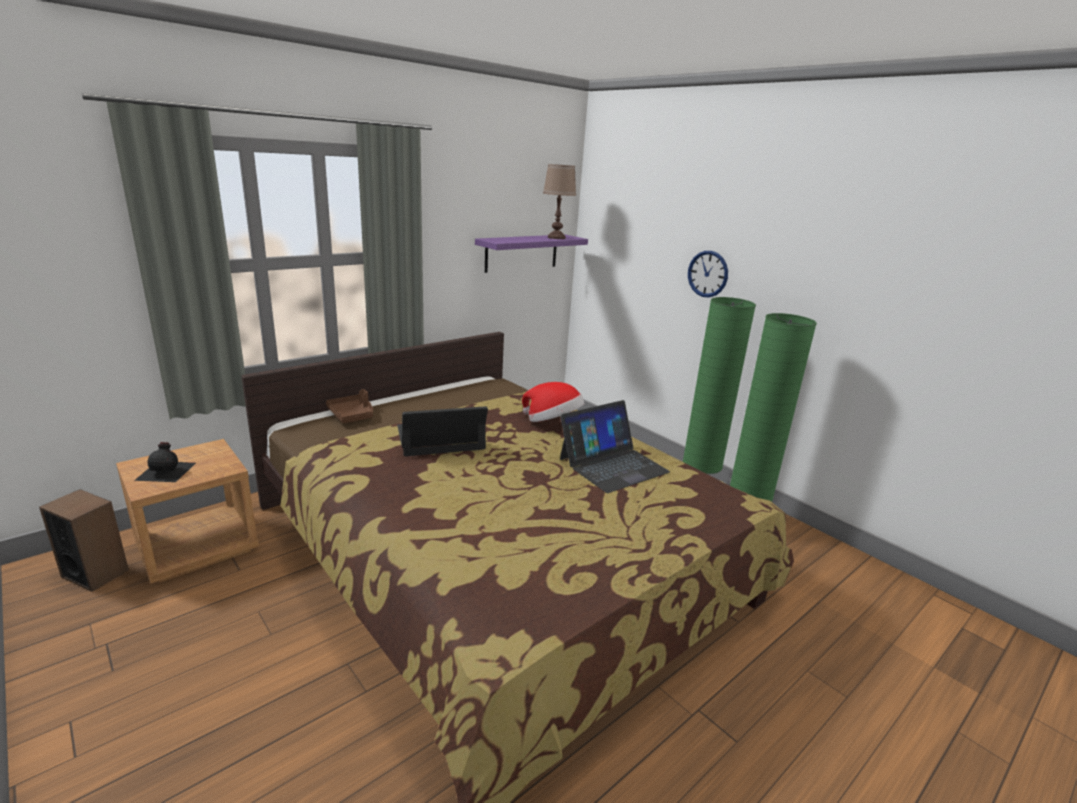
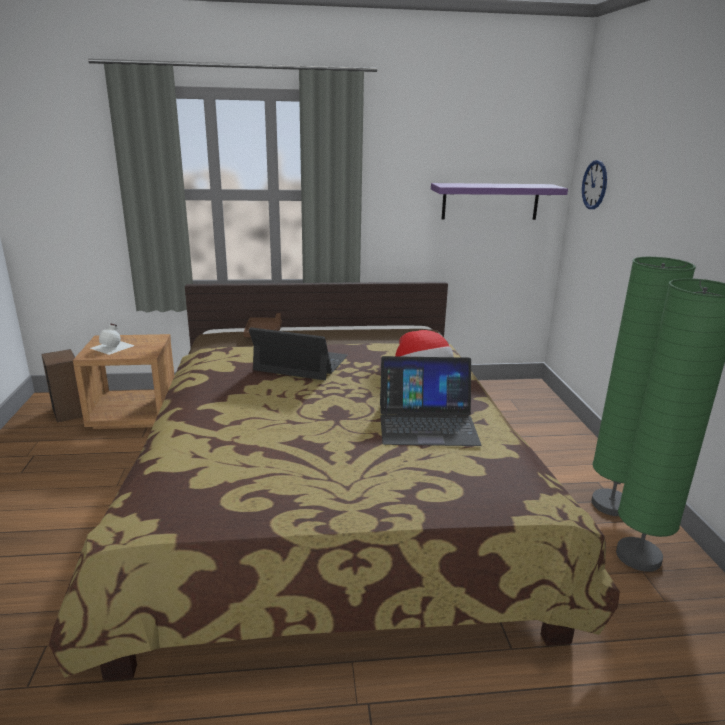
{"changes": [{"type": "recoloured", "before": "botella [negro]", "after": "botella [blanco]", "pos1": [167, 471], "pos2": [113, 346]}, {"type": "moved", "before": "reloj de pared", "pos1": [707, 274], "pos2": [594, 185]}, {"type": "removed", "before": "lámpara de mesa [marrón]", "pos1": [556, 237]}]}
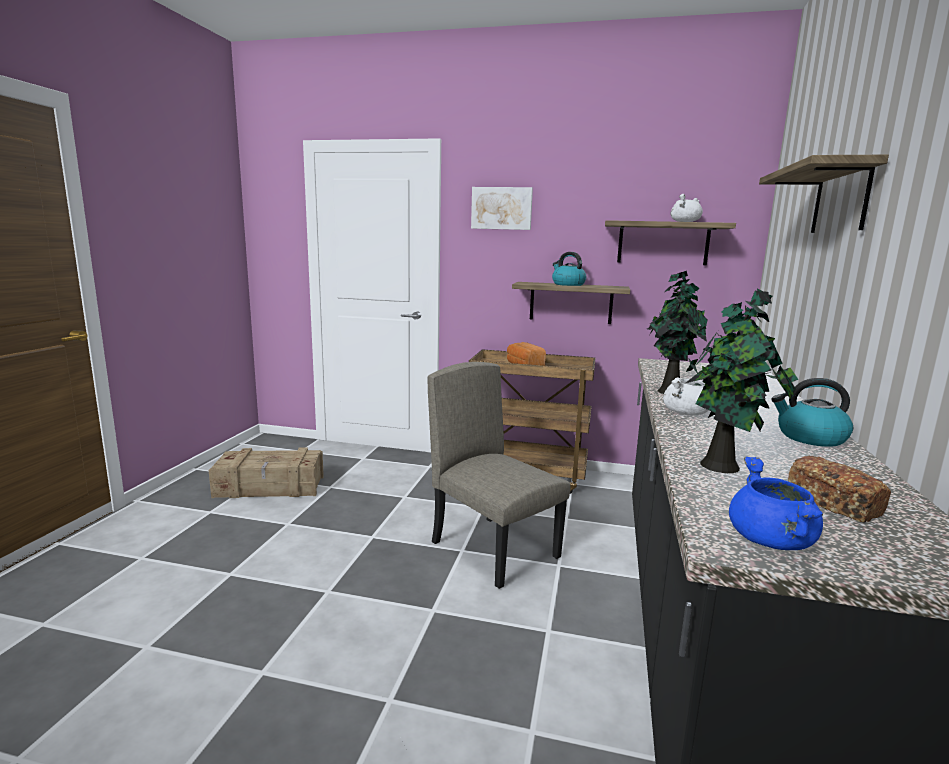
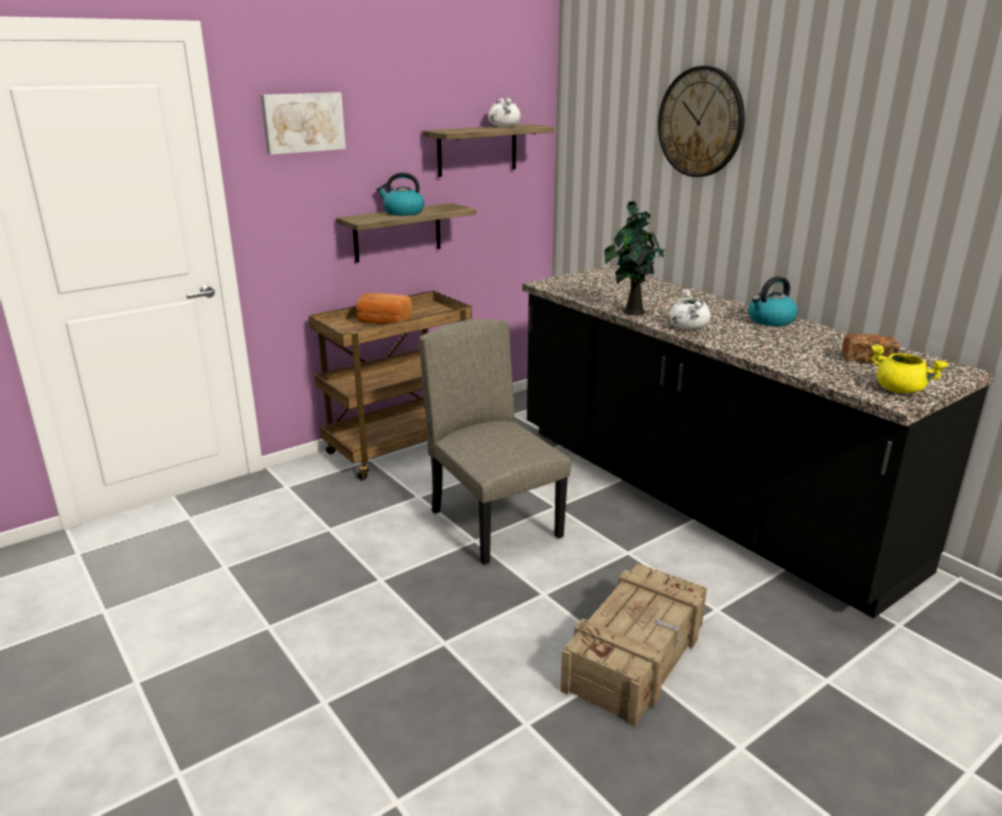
{"changes": [{"type": "turned", "before": "silla [beis]", "pos1": [495, 549], "pos2": [496, 523], "turn": 60}, {"type": "moved", "before": "caja de embalaje", "pos1": [270, 487], "pos2": [636, 656]}, {"type": "replaced", "before": "estante", "after": "reloj de pared", "pos1": [840, 200], "pos2": [701, 122]}, {"type": "recoloured", "before": "olla [azul]", "after": "olla [amarillo]", "pos1": [772, 542], "pos2": [900, 390]}, {"type": "removed", "before": "planta en maceta", "pos1": [723, 467]}]}
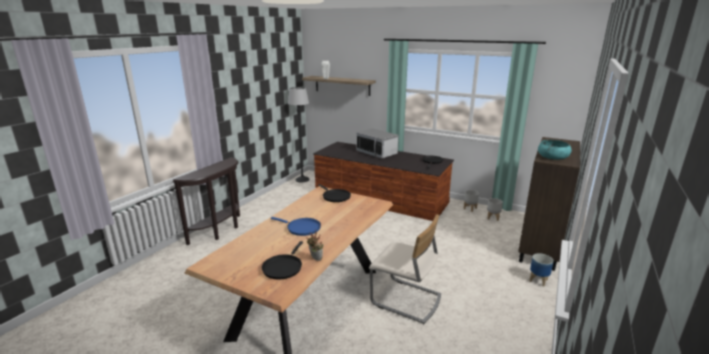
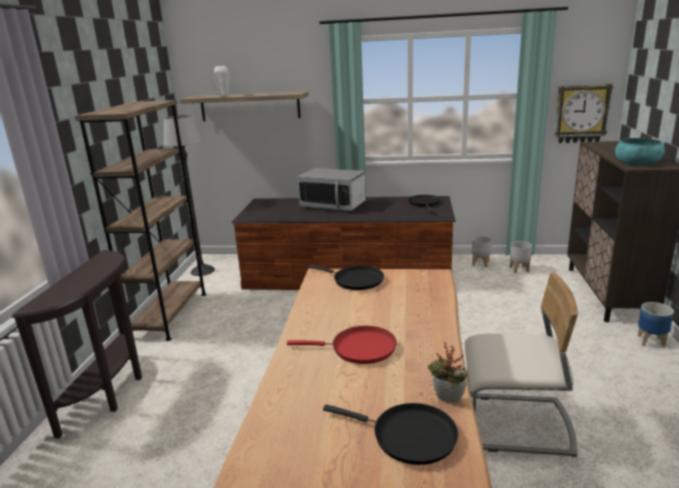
{"changes": [{"type": "added", "after": "estantería [marrón]", "pos2": [170, 315]}, {"type": "recoloured", "before": "sartén [azul]", "after": "sartén [rojo]", "pos1": [301, 228], "pos2": [359, 349]}, {"type": "turned", "before": "sartén [negro]", "pos1": [283, 267], "pos2": [408, 436], "turn": -60}, {"type": "added", "after": "reloj de pared", "pos2": [581, 113]}]}
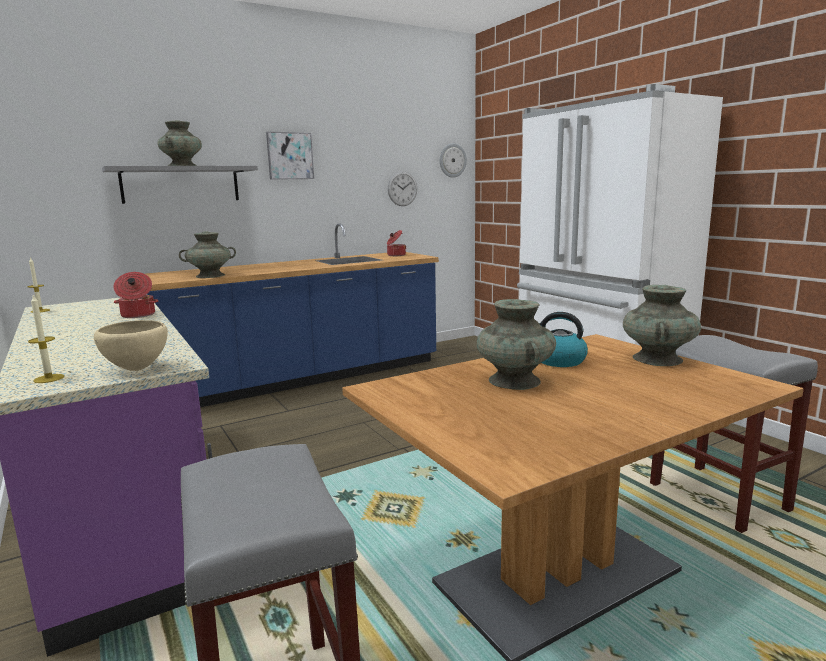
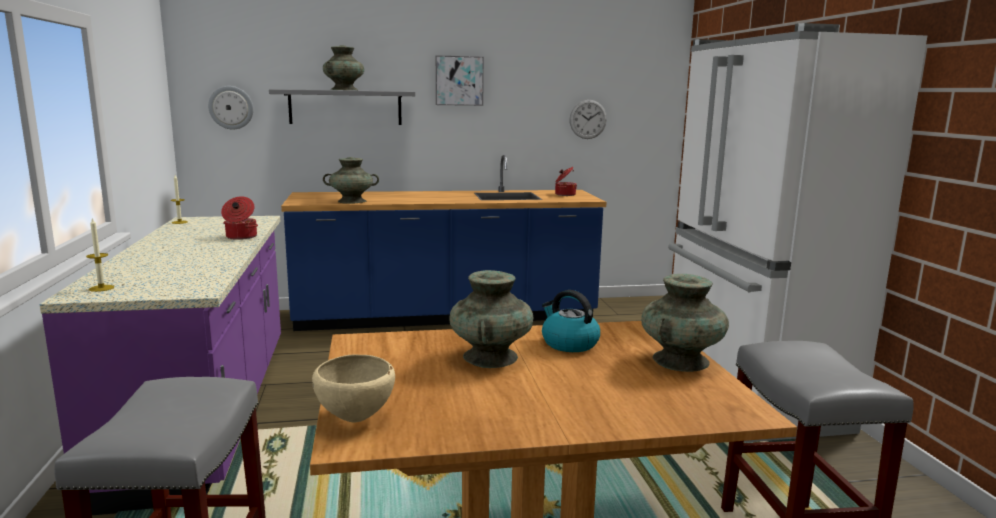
{"changes": [{"type": "moved", "before": "reloj de pared", "pos1": [452, 160], "pos2": [231, 107]}, {"type": "moved", "before": "cuenco [beis]", "pos1": [137, 369], "pos2": [356, 419]}]}
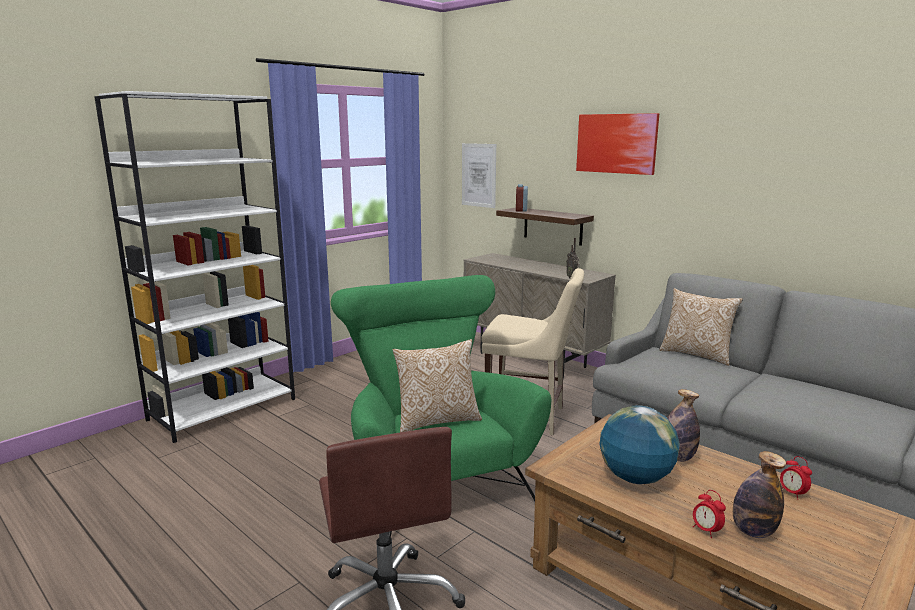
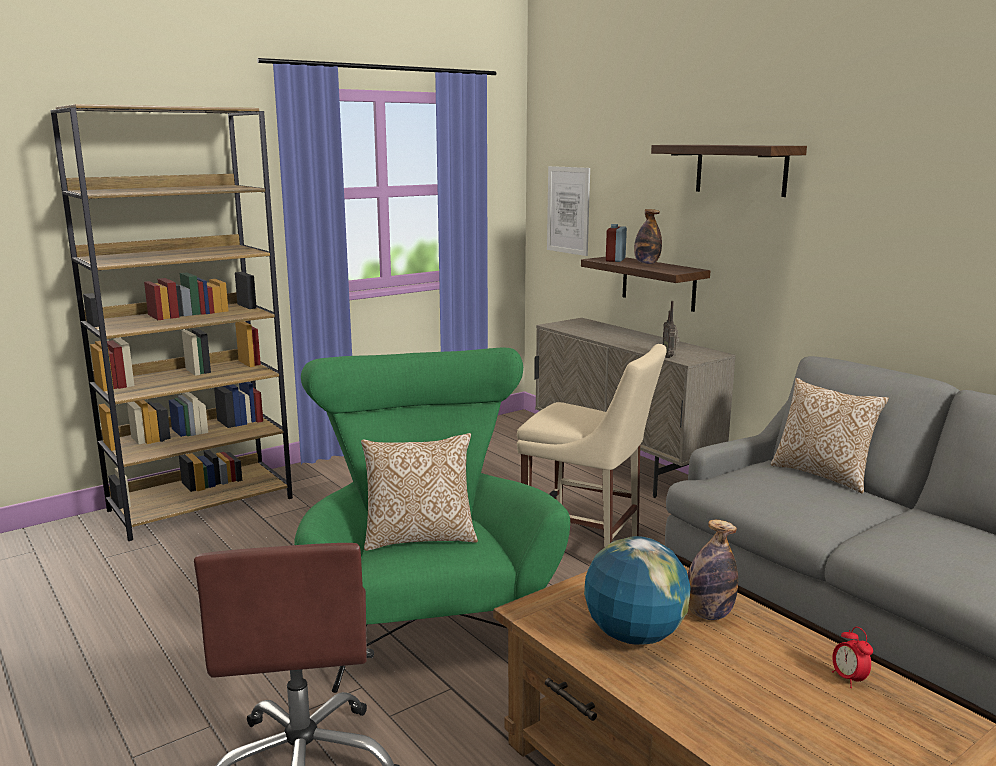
{"changes": [{"type": "recoloured", "before": "estantería [blanco]", "after": "estantería [marrón]", "pos1": [223, 409], "pos2": [202, 504]}, {"type": "moved", "before": "botella", "pos1": [753, 531], "pos2": [646, 263]}, {"type": "replaced", "before": "cuadro", "after": "estante", "pos1": [616, 143], "pos2": [741, 169]}, {"type": "removed", "before": "despertador", "pos1": [706, 530]}]}
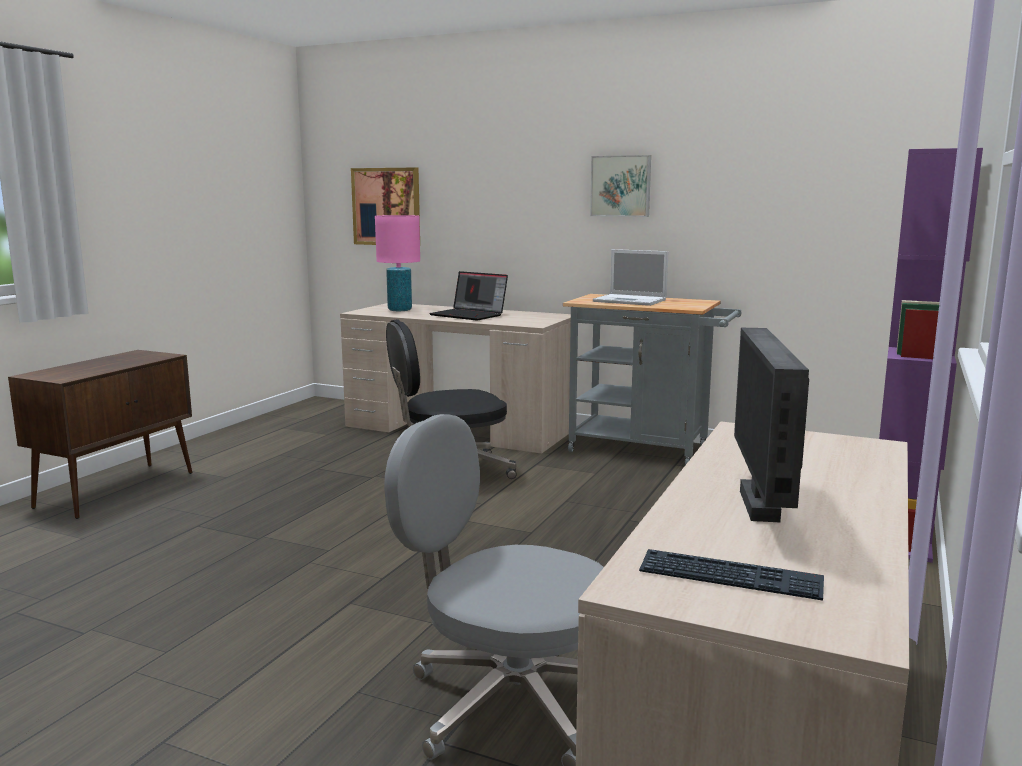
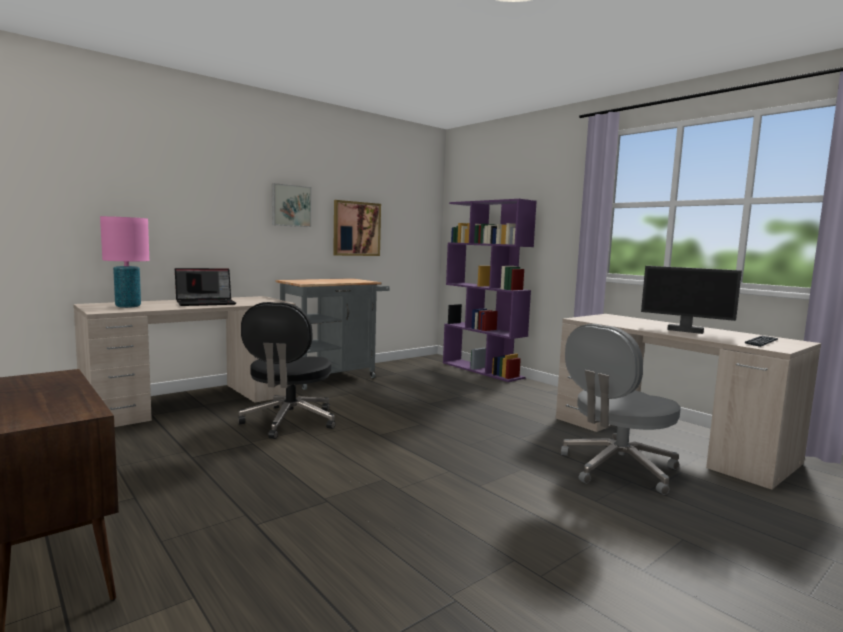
{"changes": [{"type": "moved", "before": "cuadro", "pos1": [386, 206], "pos2": [356, 229]}, {"type": "removed", "before": "portátil", "pos1": [631, 301]}]}
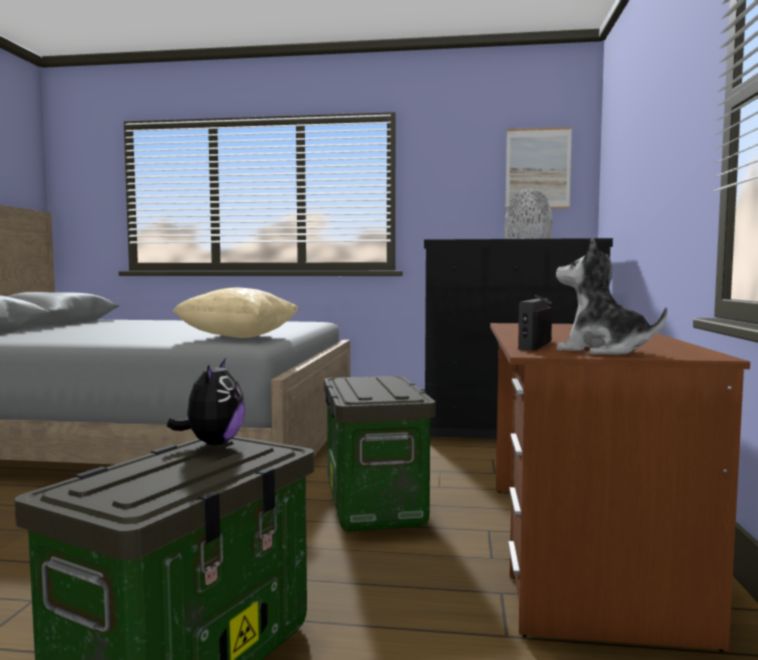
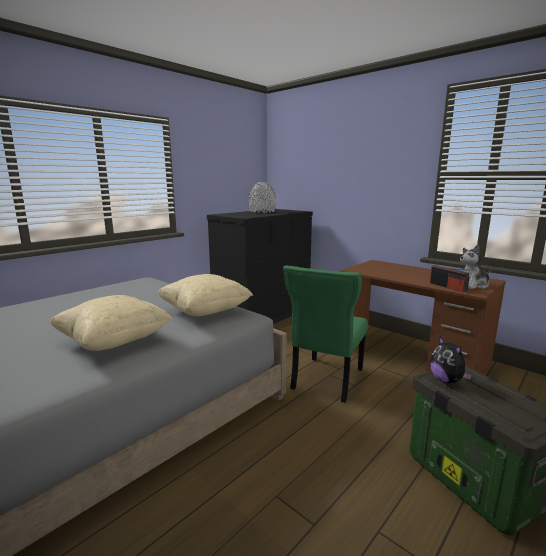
{"changes": [{"type": "added", "after": "cojín [beis]", "pos2": [114, 342]}, {"type": "replaced", "before": "caja de almacenaje", "after": "silla [verde]", "pos1": [372, 504], "pos2": [326, 380]}, {"type": "turned", "before": "peluche", "pos1": [213, 443], "pos2": [447, 380], "turn": -150}, {"type": "removed", "before": "cuadro", "pos1": [538, 168]}]}
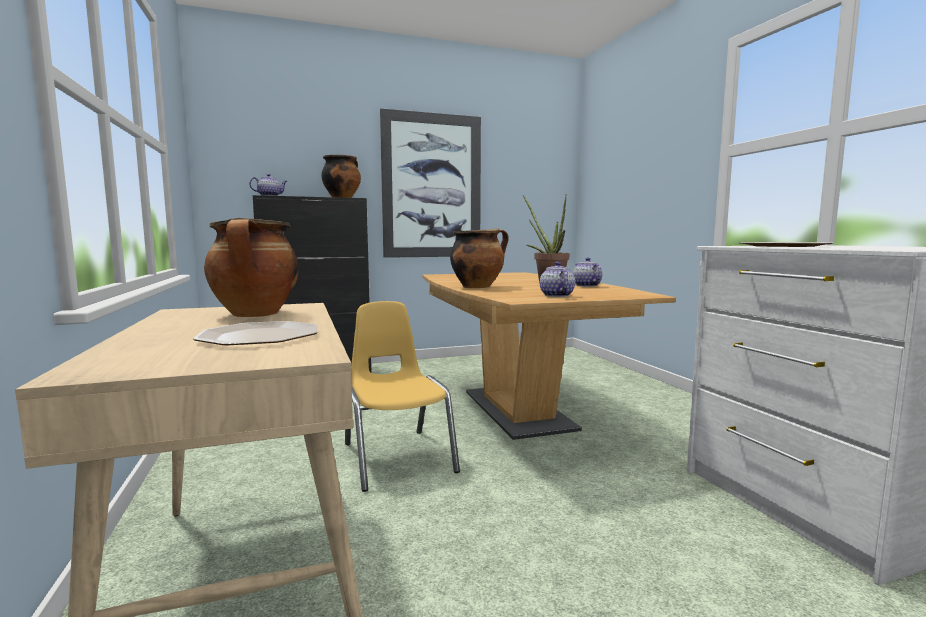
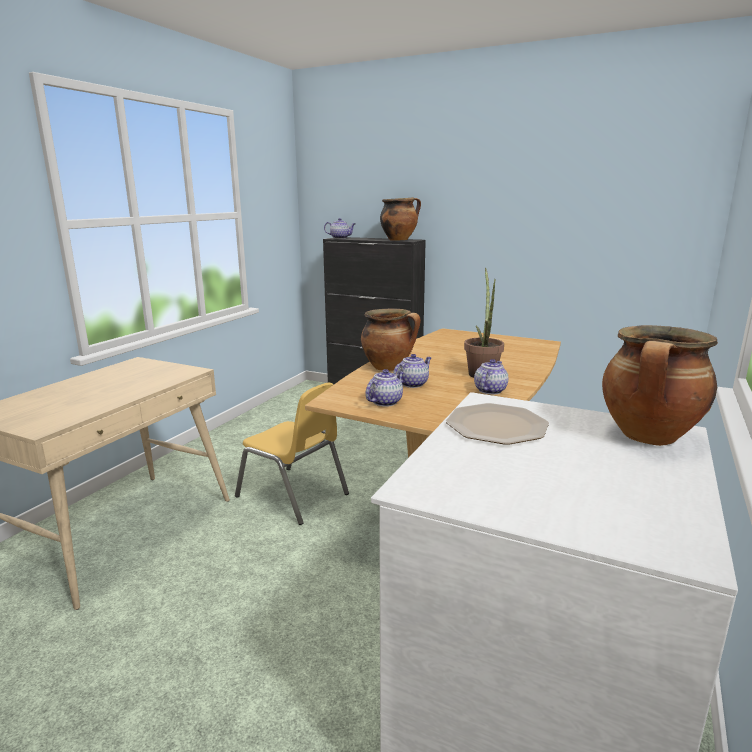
{"changes": [{"type": "turned", "before": "silla [amarillo]", "pos1": [397, 457], "pos2": [293, 495], "turn": 105}, {"type": "added", "after": "tetera", "pos2": [412, 384]}, {"type": "moved", "before": "olla", "pos1": [256, 315], "pos2": [649, 437]}, {"type": "removed", "before": "plato", "pos1": [259, 336]}, {"type": "removed", "before": "cuadro", "pos1": [432, 186]}]}
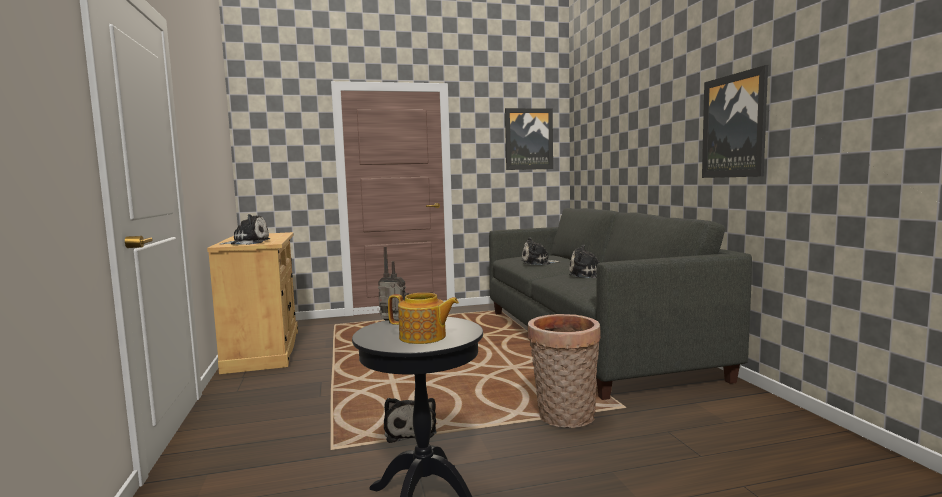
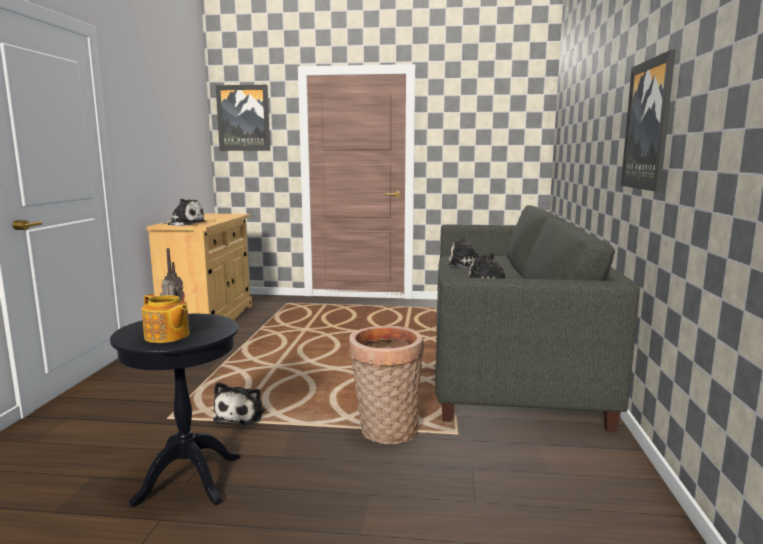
{"changes": [{"type": "moved", "before": "cuadro", "pos1": [528, 139], "pos2": [243, 118]}]}
